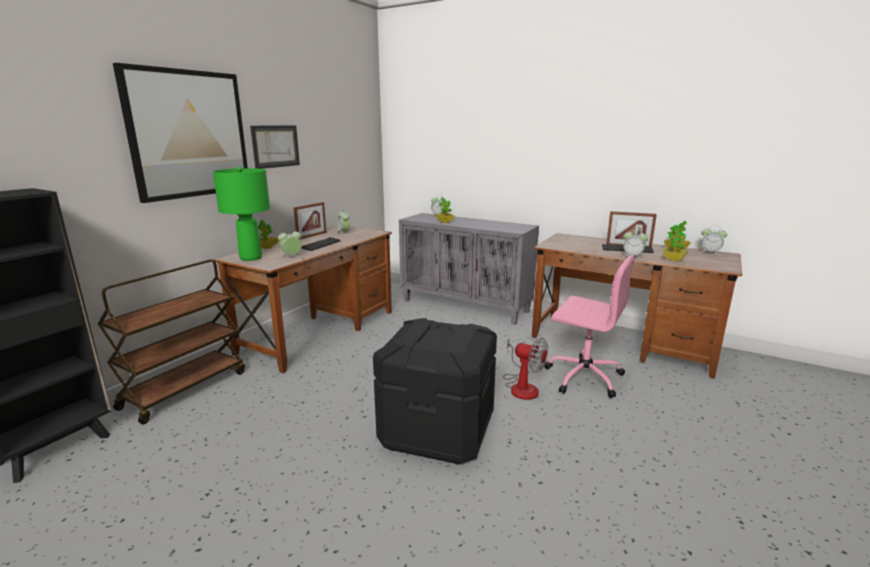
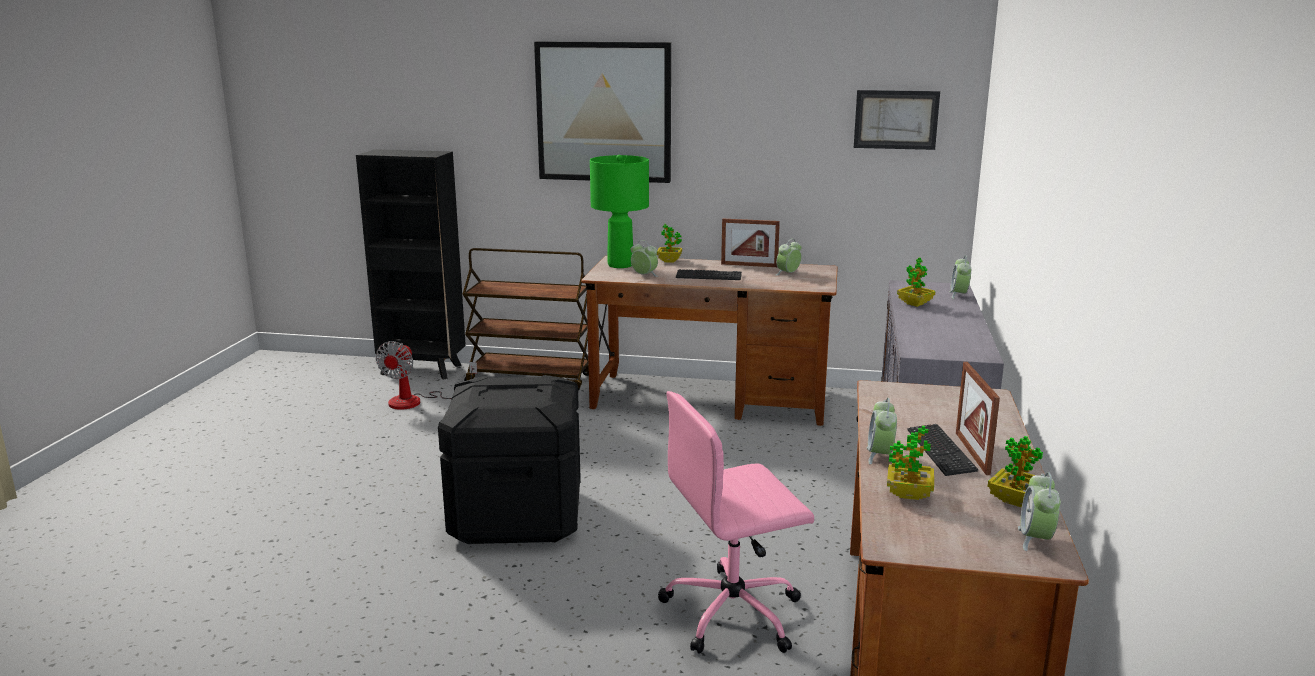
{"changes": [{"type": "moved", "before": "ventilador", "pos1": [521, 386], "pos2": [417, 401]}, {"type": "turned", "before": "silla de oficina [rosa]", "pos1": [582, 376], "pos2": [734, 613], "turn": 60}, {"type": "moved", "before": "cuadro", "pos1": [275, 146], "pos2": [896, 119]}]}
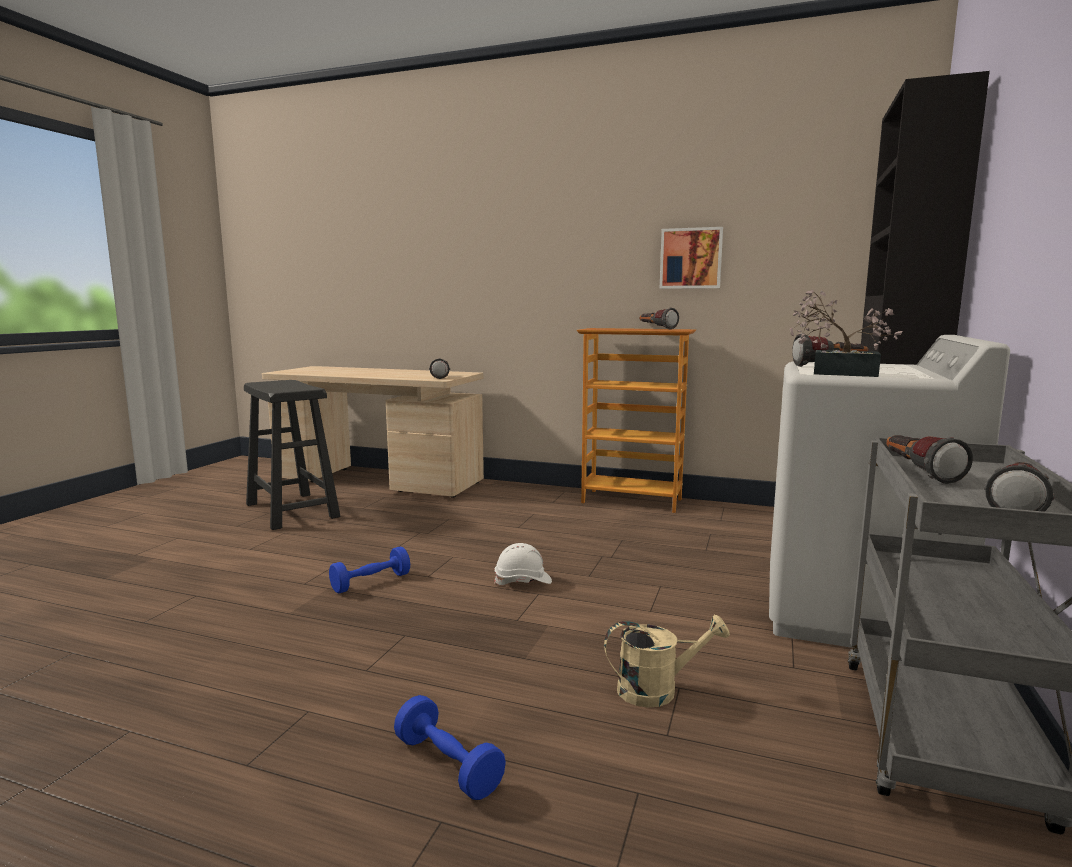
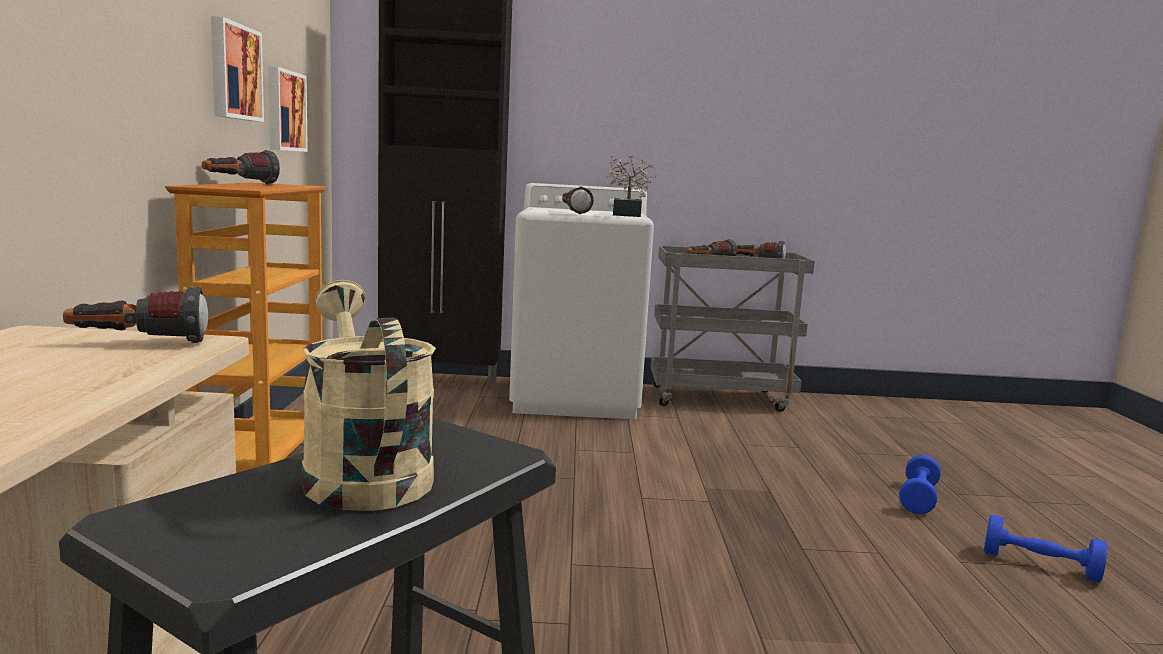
{"changes": [{"type": "added", "after": "cuadro", "pos2": [284, 111]}, {"type": "moved", "before": "regadera [beis]", "pos1": [657, 690], "pos2": [362, 472]}, {"type": "moved", "before": "mancuerna [azul]", "pos1": [371, 582], "pos2": [1040, 565]}, {"type": "removed", "before": "casco [blanco]", "pos1": [523, 581]}]}
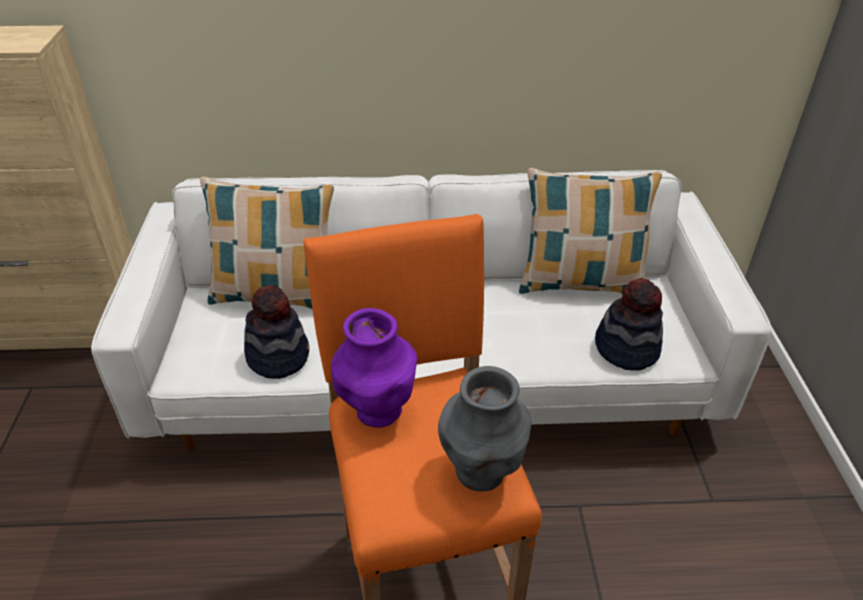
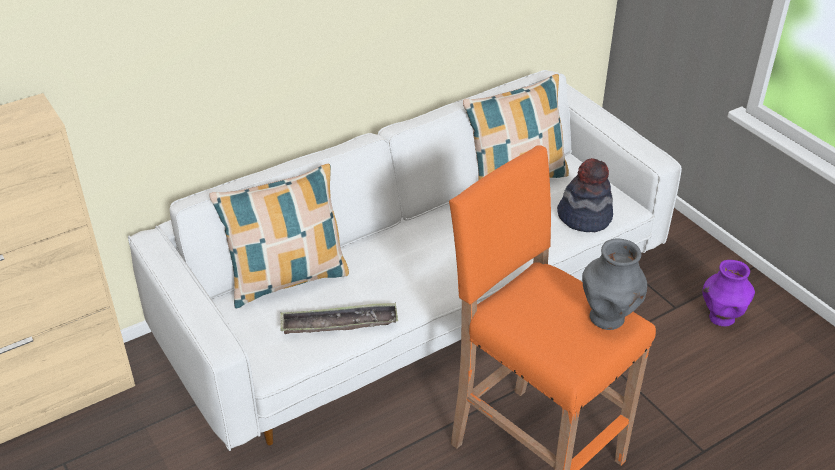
{"changes": [{"type": "replaced", "before": "sombrero", "after": "bandeja", "pos1": [278, 356], "pos2": [339, 323]}, {"type": "moved", "before": "florero [morado]", "pos1": [377, 412], "pos2": [721, 318]}]}
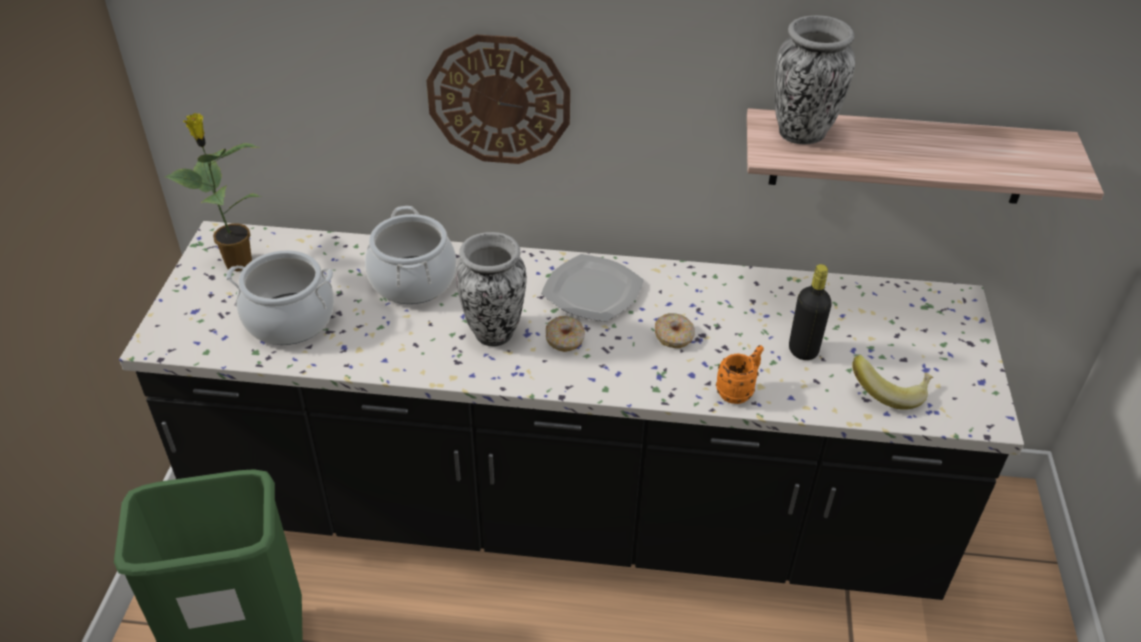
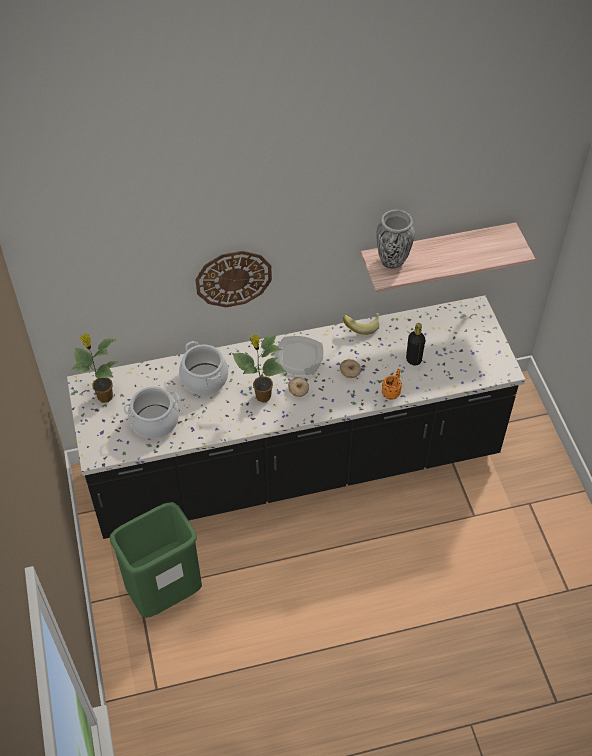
{"changes": [{"type": "replaced", "before": "florero", "after": "planta en maceta", "pos1": [494, 332], "pos2": [262, 396]}, {"type": "moved", "before": "plátano", "pos1": [889, 391], "pos2": [362, 326]}]}
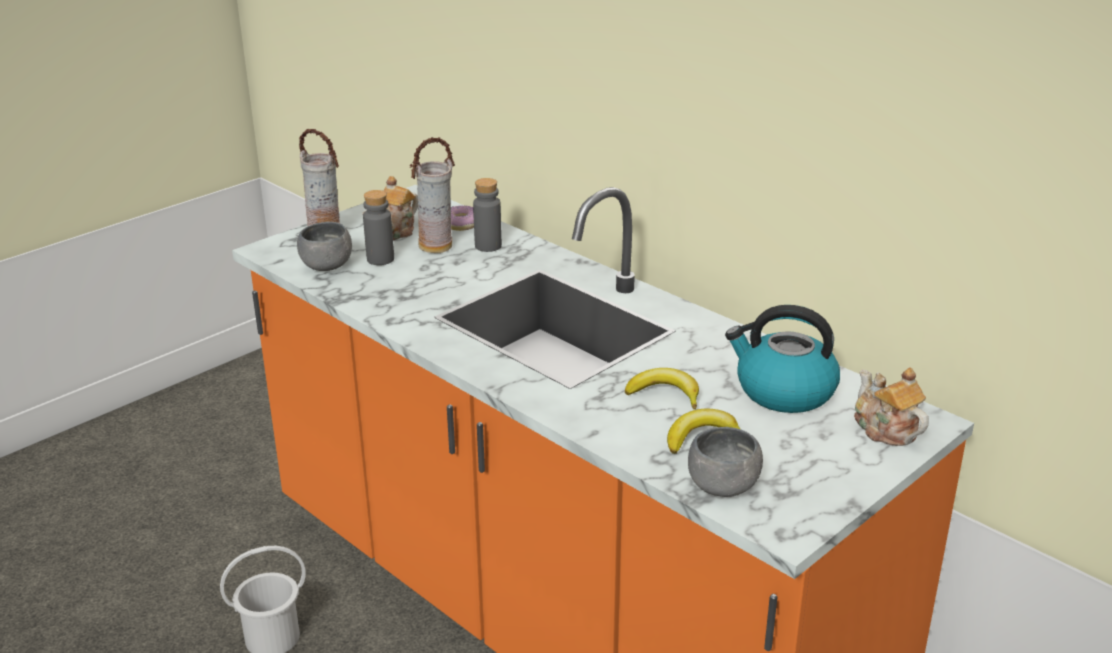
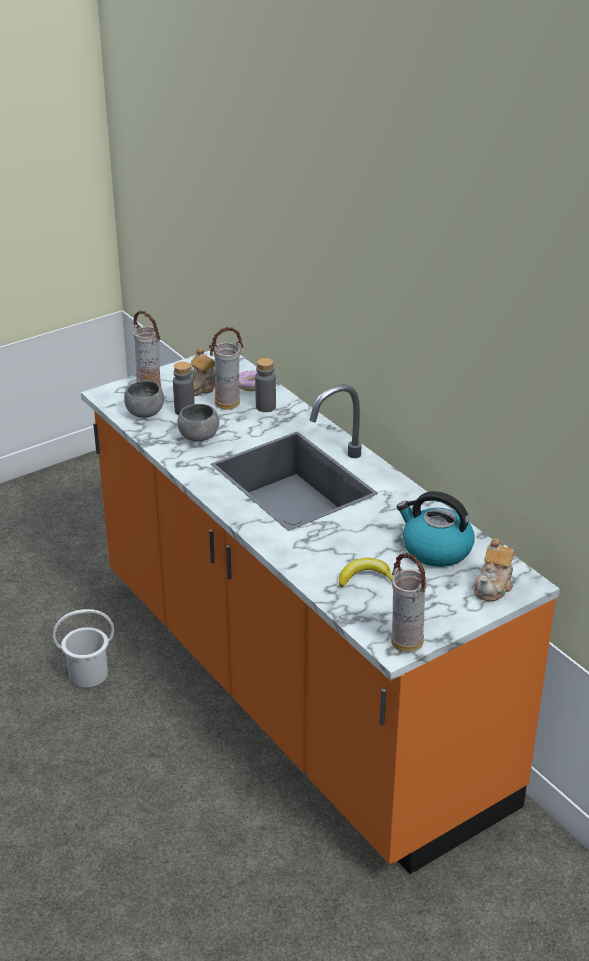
{"changes": [{"type": "moved", "before": "cuenco [gris]", "pos1": [722, 486], "pos2": [198, 436]}, {"type": "added", "after": "florero", "pos2": [405, 643]}, {"type": "turned", "before": "tetera", "pos1": [885, 429], "pos2": [494, 586], "turn": -135}, {"type": "removed", "before": "plátano", "pos1": [665, 394]}]}
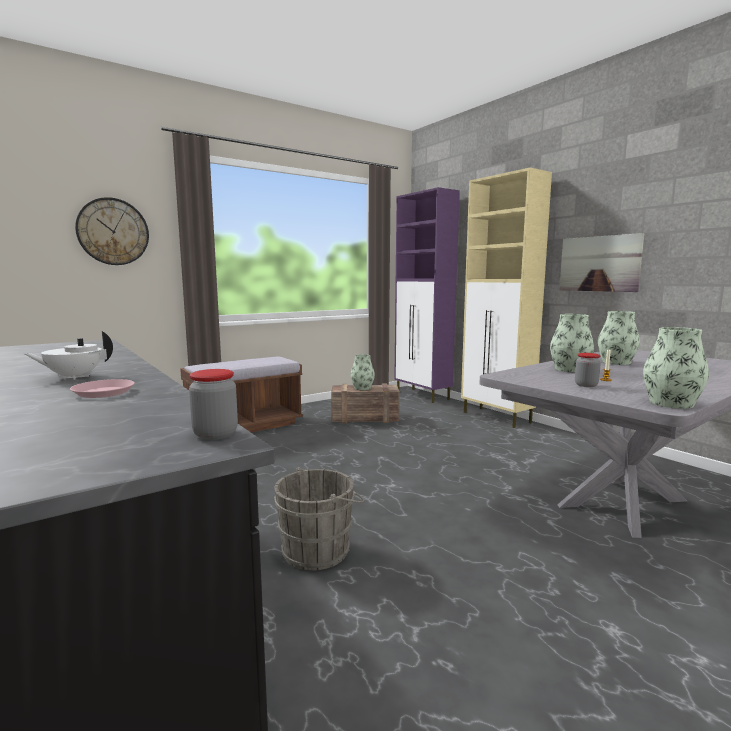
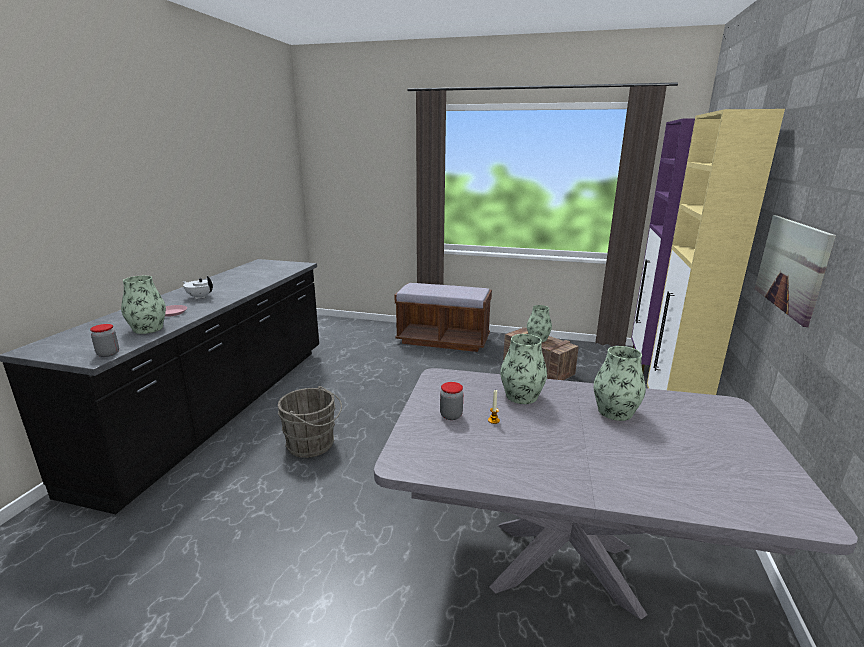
{"changes": [{"type": "moved", "before": "florero", "pos1": [671, 403], "pos2": [148, 329]}, {"type": "removed", "before": "reloj de pared", "pos1": [113, 232]}]}
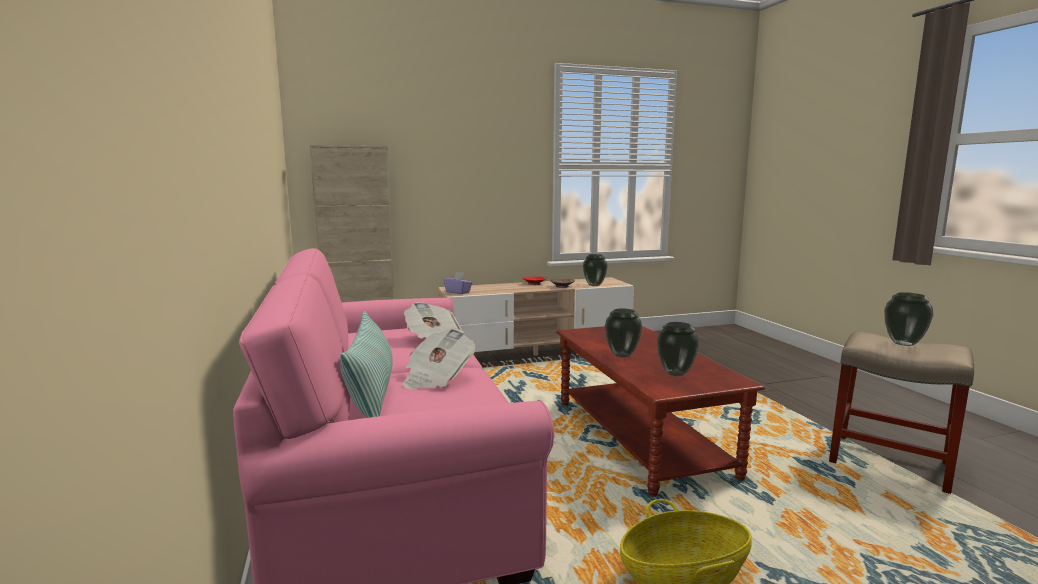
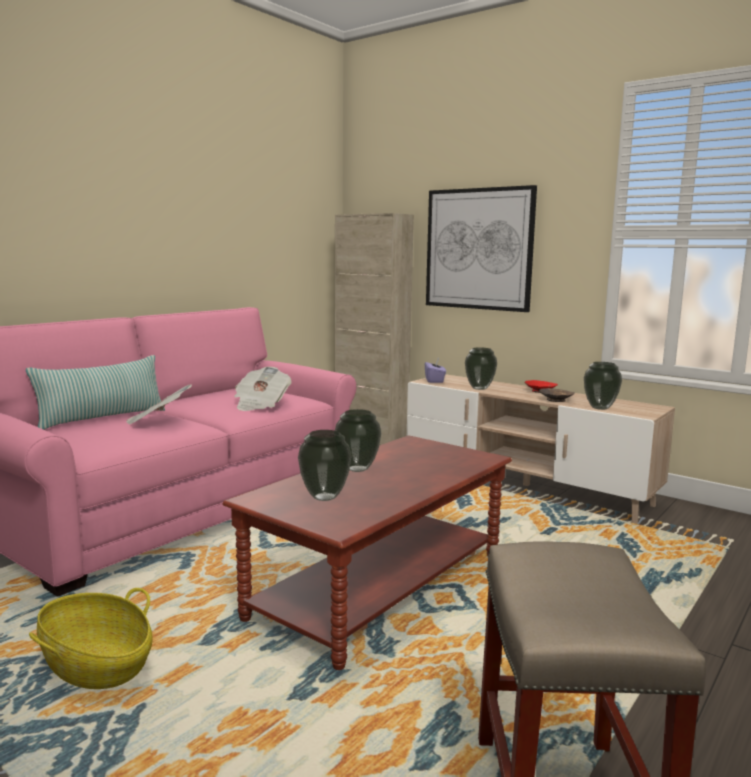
{"changes": [{"type": "added", "after": "cuadro", "pos2": [478, 249]}, {"type": "moved", "before": "florero", "pos1": [903, 343], "pos2": [479, 388]}]}
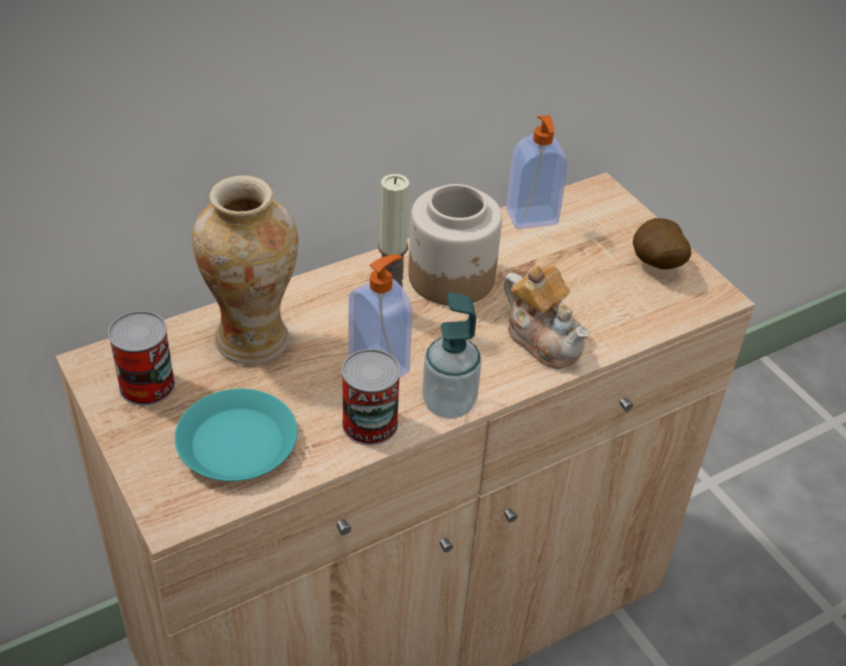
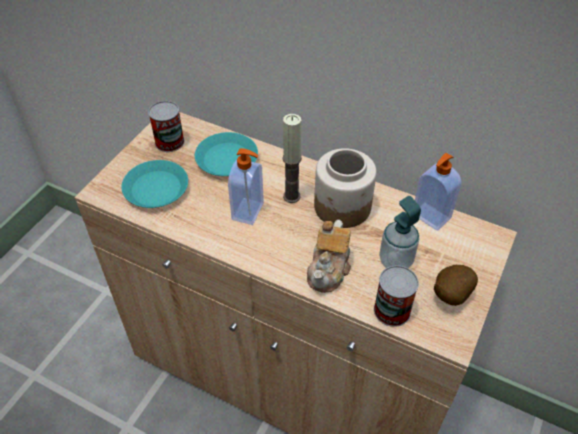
{"changes": [{"type": "replaced", "before": "florero", "after": "plato [turquesa]", "pos1": [253, 340], "pos2": [227, 159]}, {"type": "moved", "before": "lata", "pos1": [370, 423], "pos2": [392, 310]}, {"type": "moved", "before": "dispensador de jabón", "pos1": [449, 403], "pos2": [395, 261]}]}
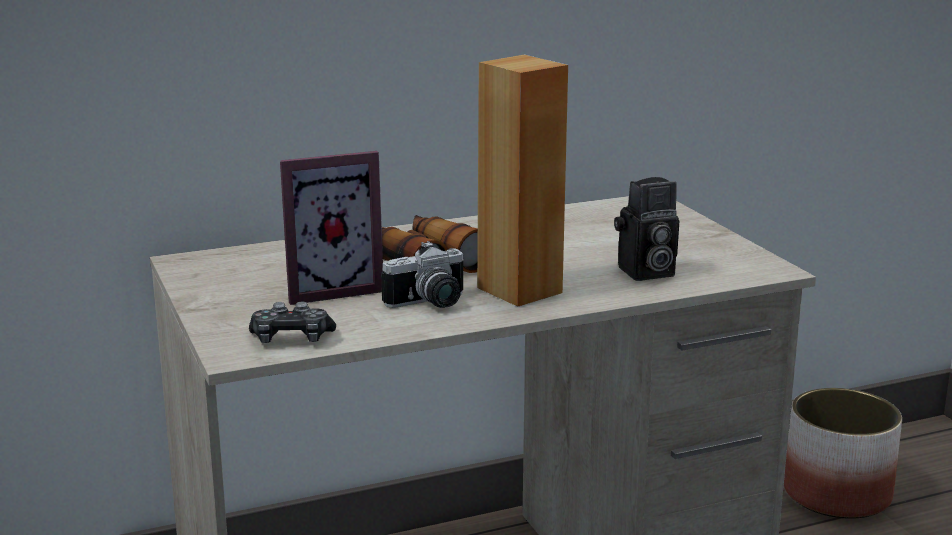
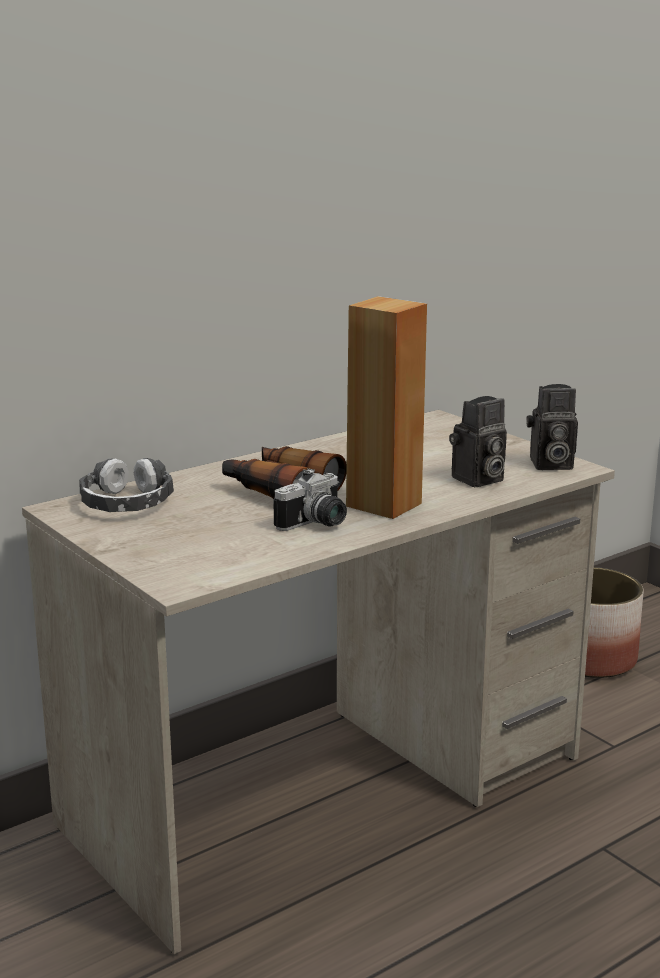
{"changes": [{"type": "added", "after": "auriculares", "pos2": [127, 503]}, {"type": "added", "after": "cámara", "pos2": [549, 465]}, {"type": "removed", "before": "mando de consola", "pos1": [291, 339]}, {"type": "removed", "before": "portarretratos", "pos1": [330, 289]}]}
